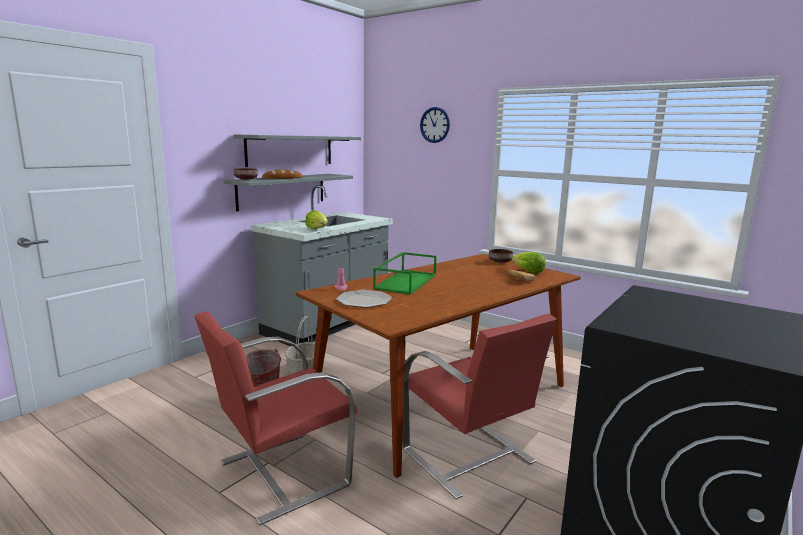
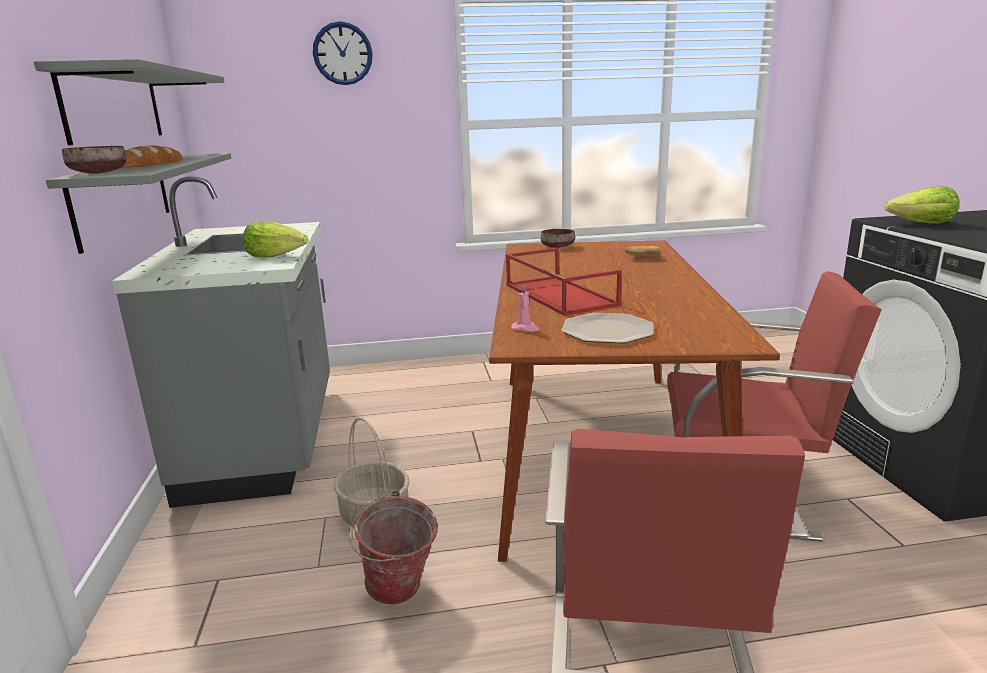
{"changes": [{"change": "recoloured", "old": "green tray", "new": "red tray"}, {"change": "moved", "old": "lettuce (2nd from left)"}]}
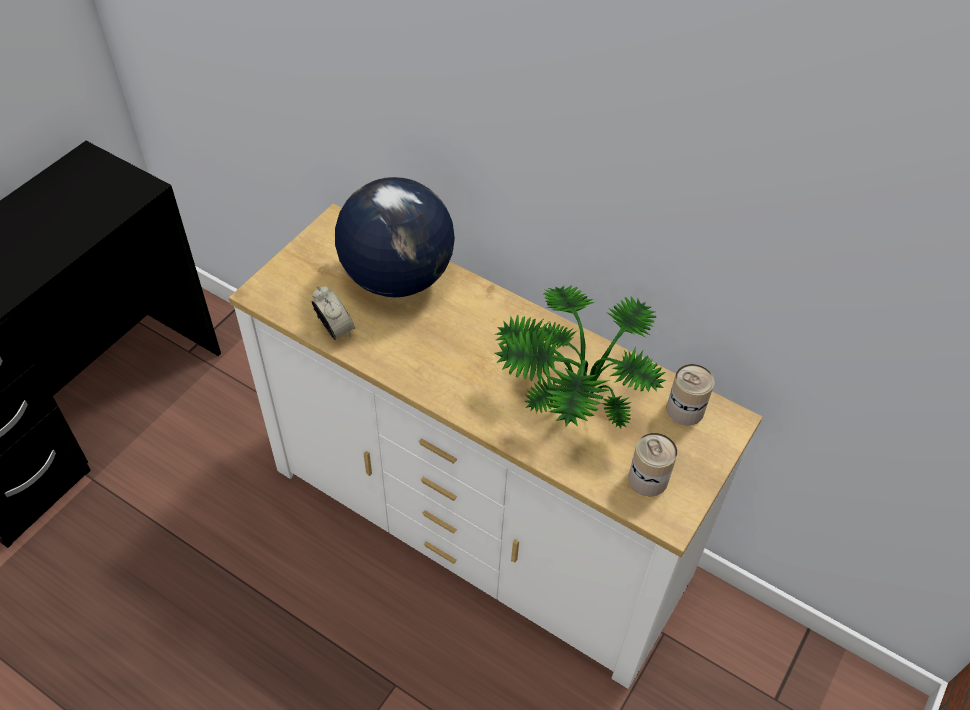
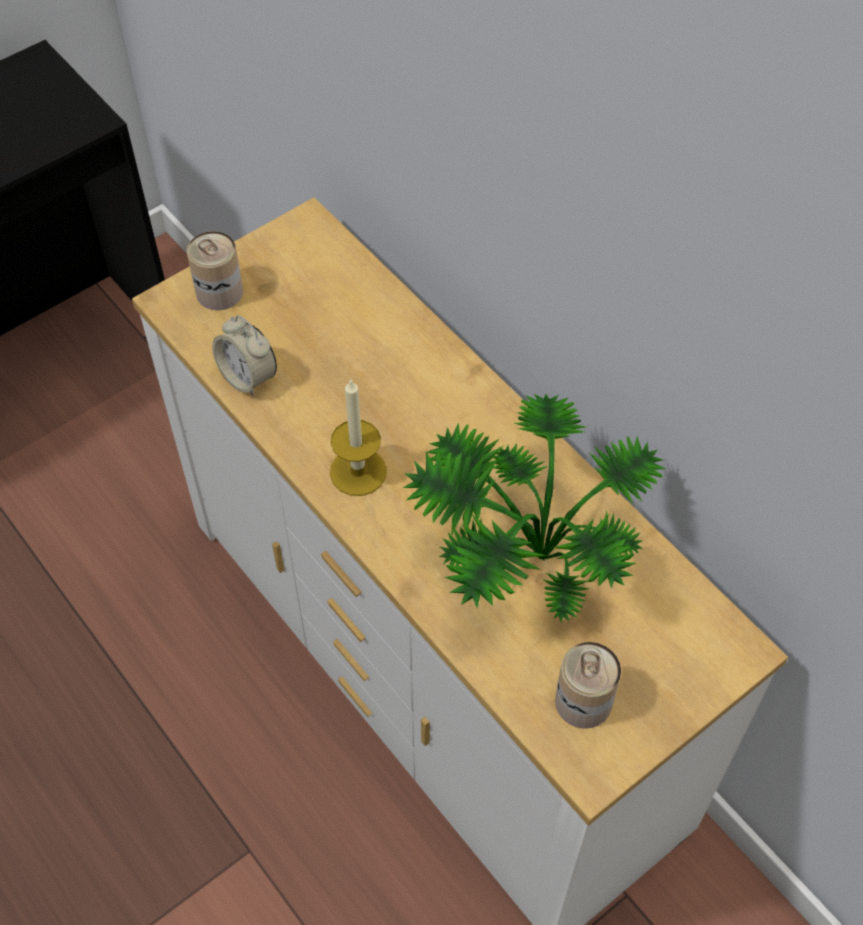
{"changes": [{"change": "turned", "old": "alarm clock", "degrees": 150}, {"change": "removed", "old": "globe"}, {"change": "moved", "old": "can (2nd from left in the first image)", "new": "can (1st from left)"}, {"change": "added", "new": "candle"}]}
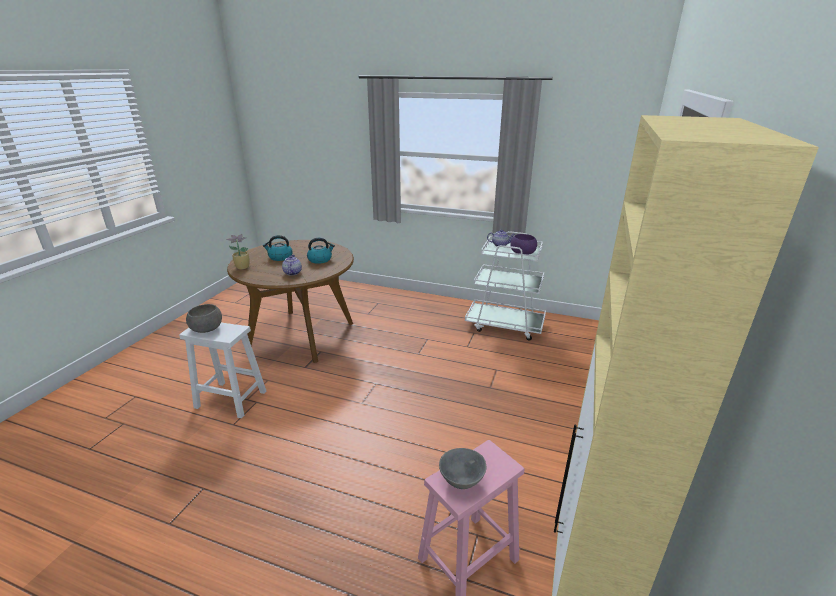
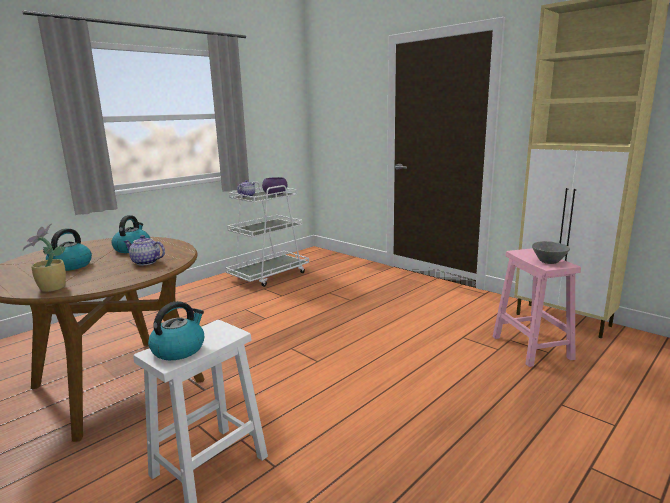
{"changes": [{"change": "replaced", "old": "grey bowl (1st from left)", "new": "kettle (3rd from left)"}]}
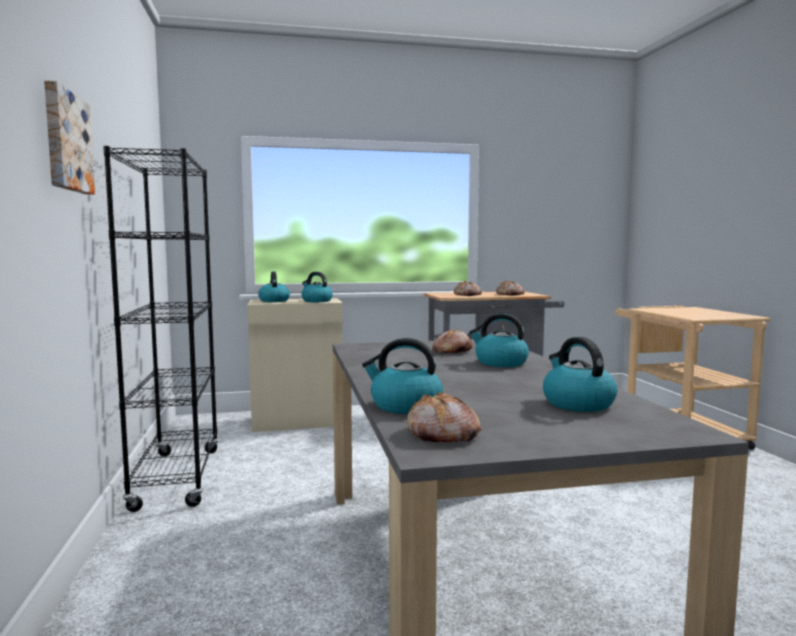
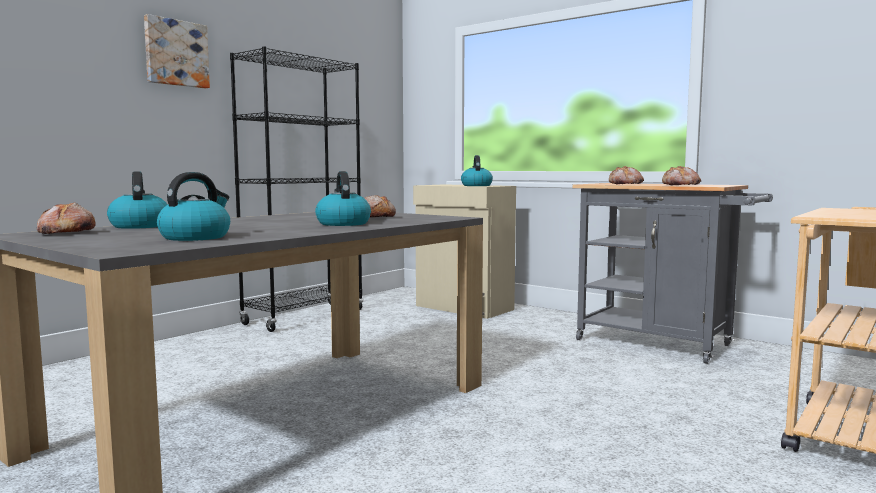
{"changes": [{"change": "removed", "old": "kettle (1st from left)"}]}
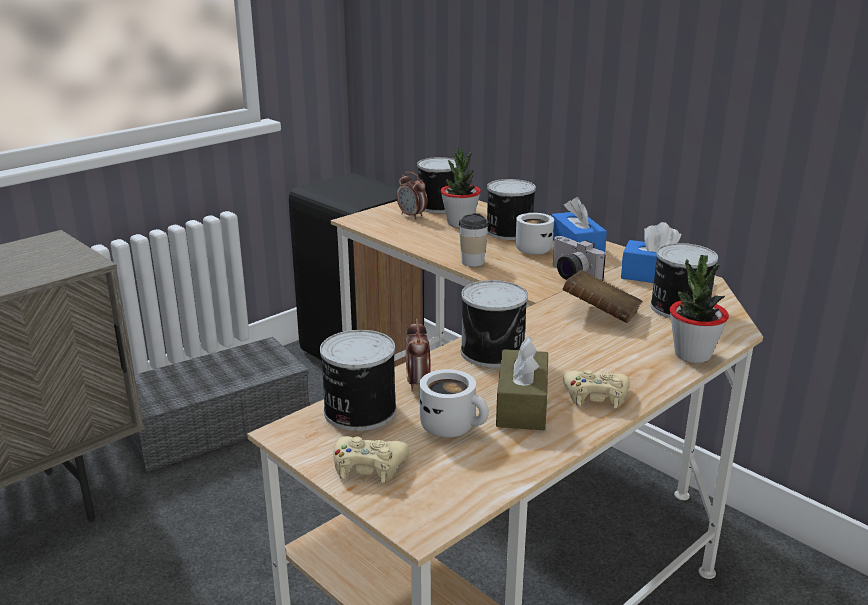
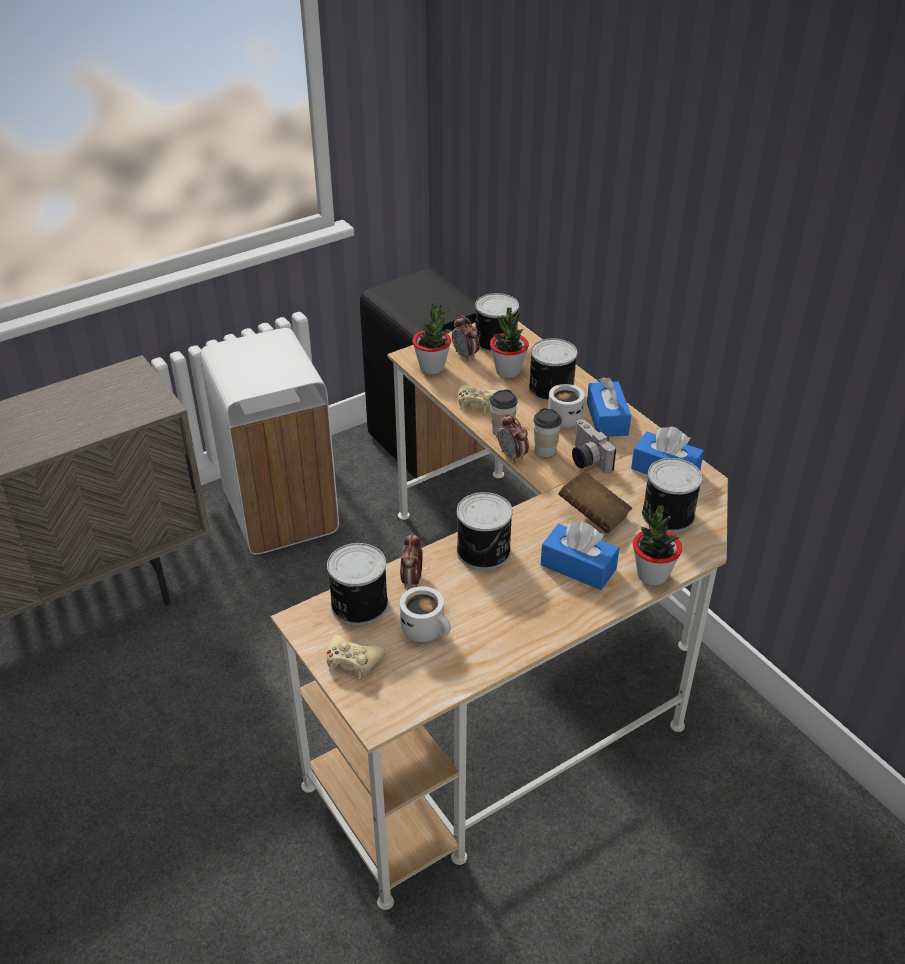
{"changes": [{"change": "replaced", "old": "grey storage box", "new": "white trash can"}, {"change": "removed", "old": "brown tissue box"}, {"change": "moved", "old": "beige game controller (2nd from left)"}, {"change": "added", "new": "potted plant (1st from left)"}, {"change": "added", "new": "alarm clock (3rd from left)"}, {"change": "added", "new": "cup (2nd from left)"}, {"change": "added", "new": "blue tissue box (1st from left)"}]}
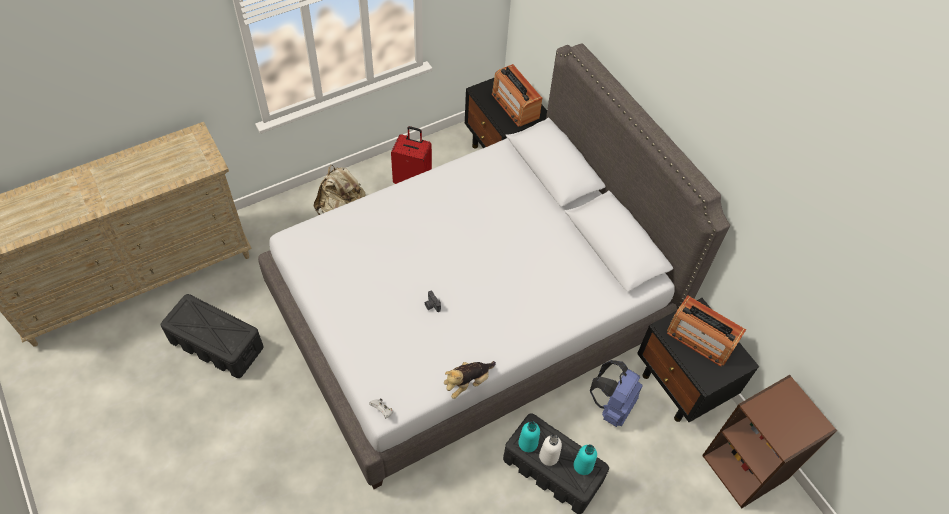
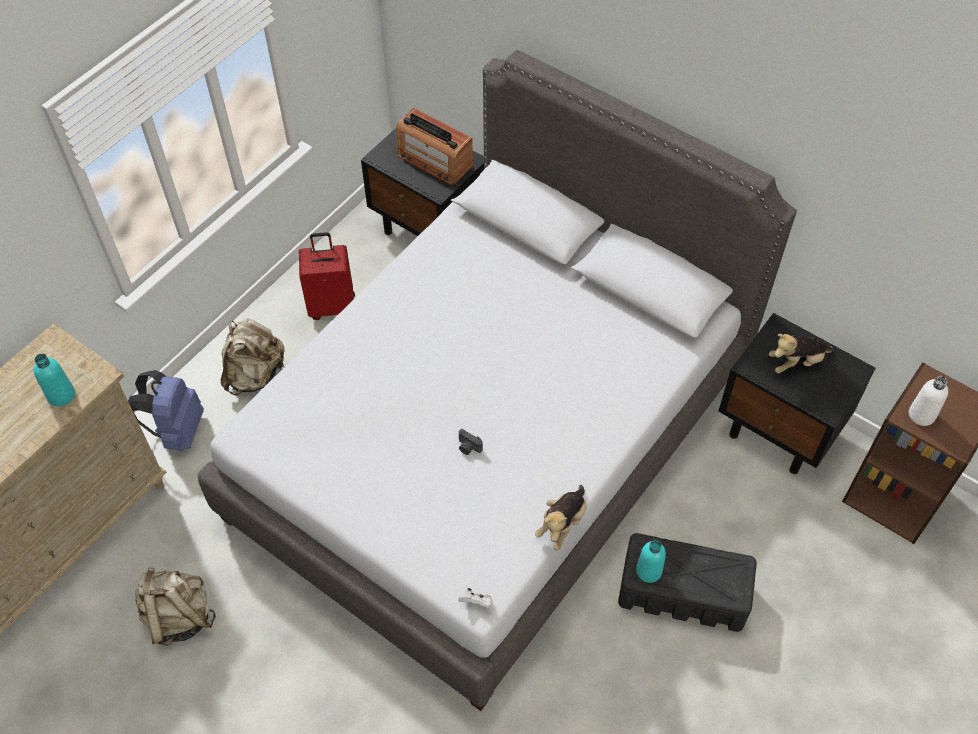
{"changes": [{"change": "replaced", "old": "black storage box (1st from left)", "new": "beige backpack (1st from left)"}, {"change": "moved", "old": "white bottle"}, {"change": "moved", "old": "turquoise bottle (2nd from left in the first image)", "new": "turquoise bottle (1st from left)"}, {"change": "moved", "old": "blue backpack"}, {"change": "replaced", "old": "radio (2nd from left)", "new": "plush toy (2nd from left)"}]}
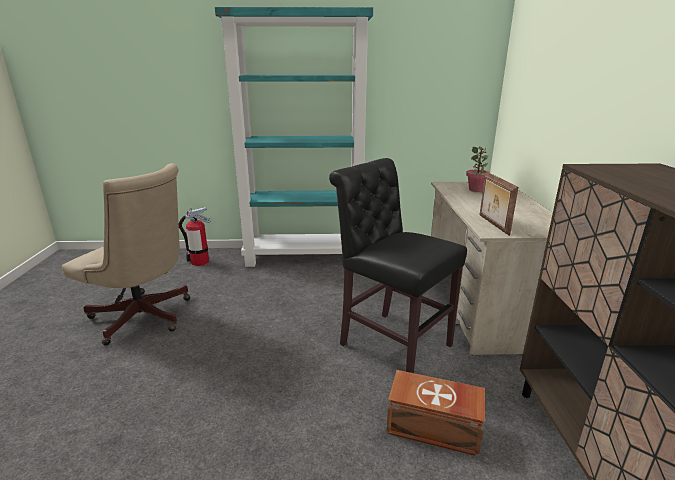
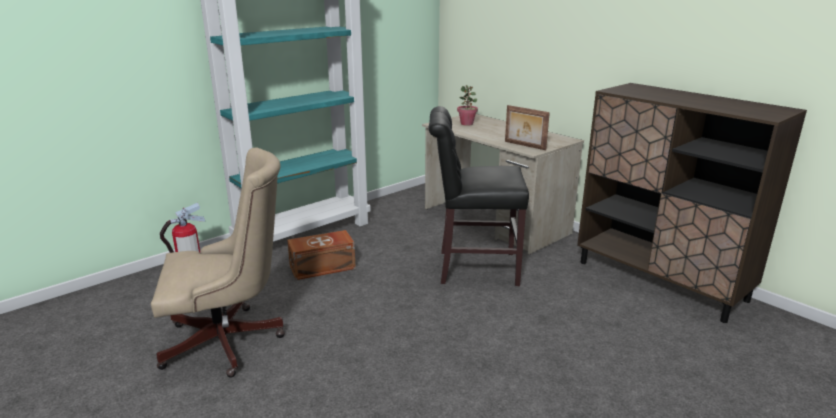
{"changes": [{"change": "moved", "old": "brown storage box"}]}
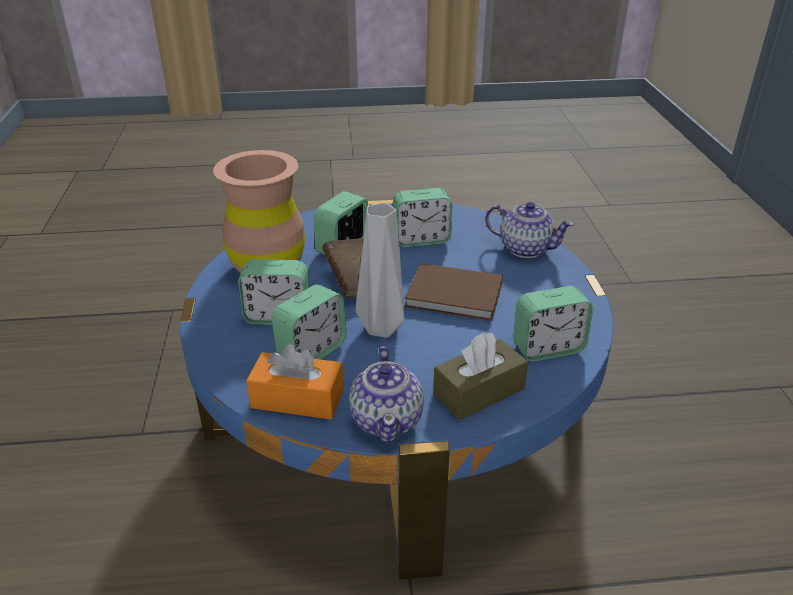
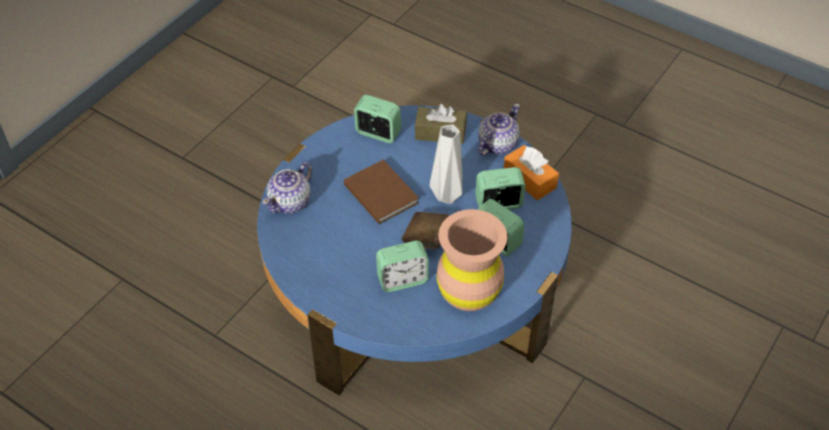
{"changes": [{"change": "removed", "old": "alarm clock (4th from left)"}, {"change": "turned", "old": "teapot (2nd from left in the first image)", "degrees": -120}]}
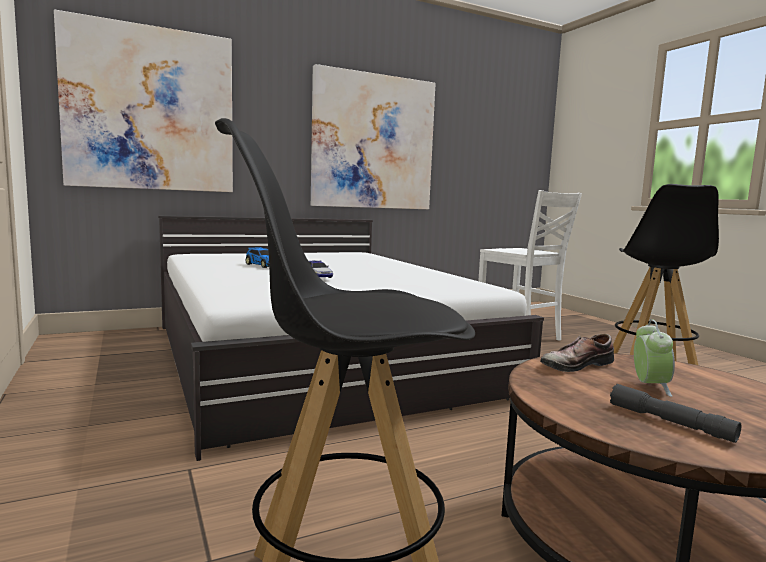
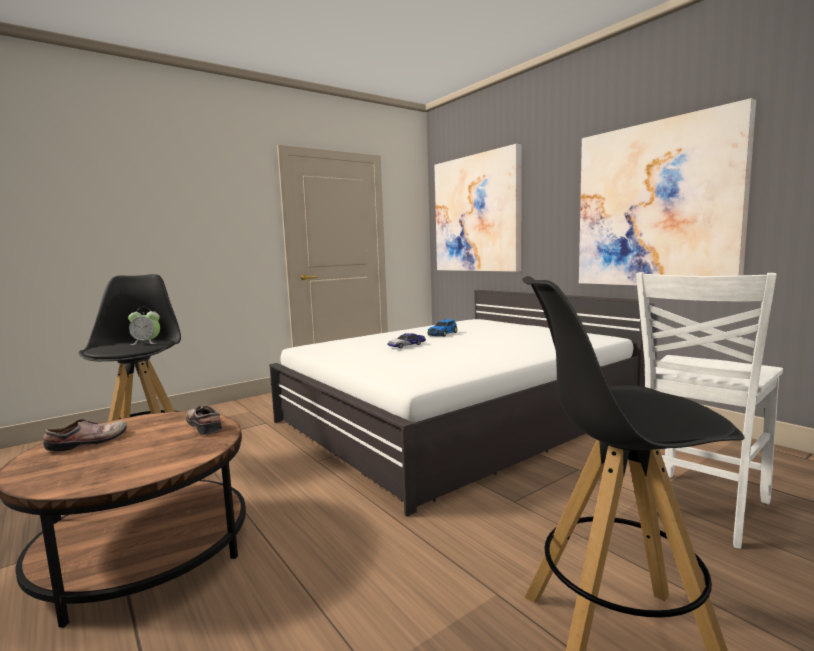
{"changes": [{"change": "replaced", "old": "grey flashlight", "new": "shoe (1st from left)"}, {"change": "moved", "old": "alarm clock"}]}
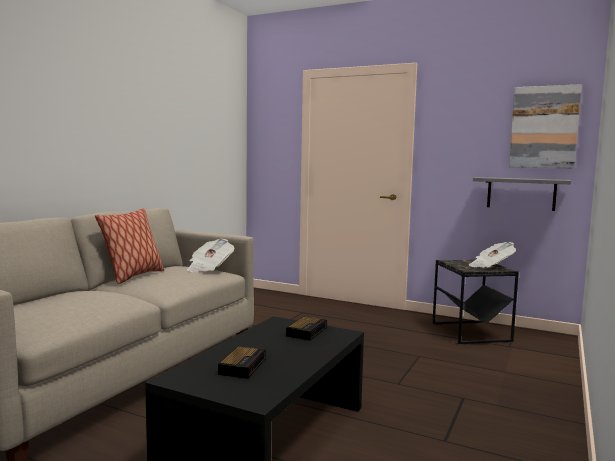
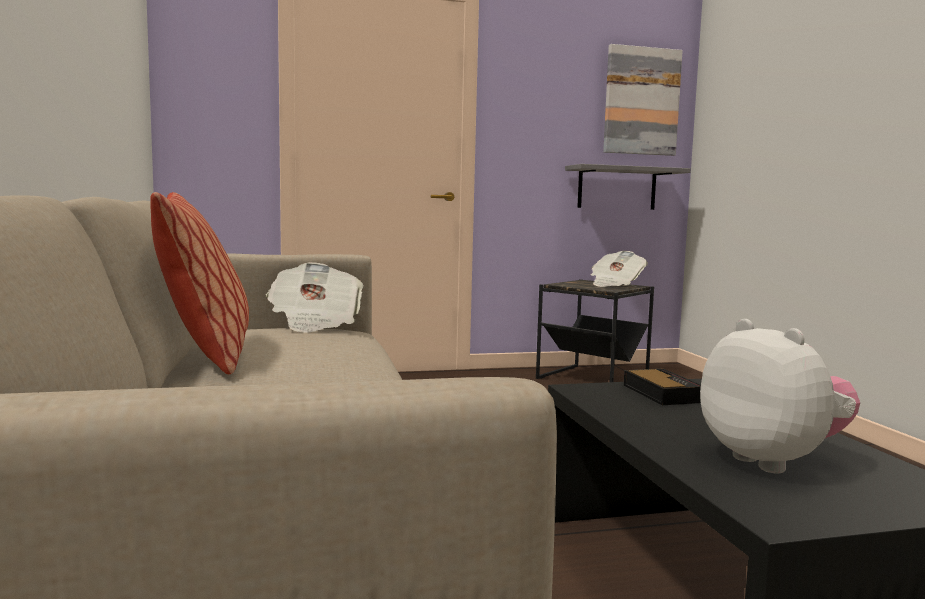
{"changes": [{"change": "replaced", "old": "alarm clock (1st from left)", "new": "plush toy"}]}
